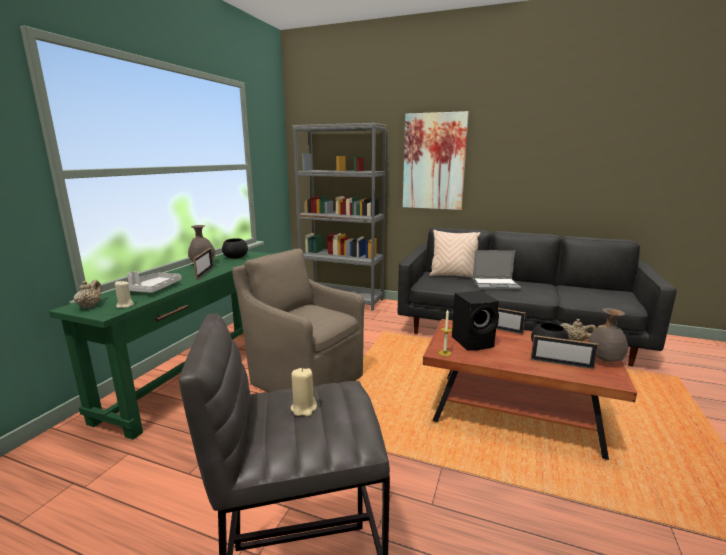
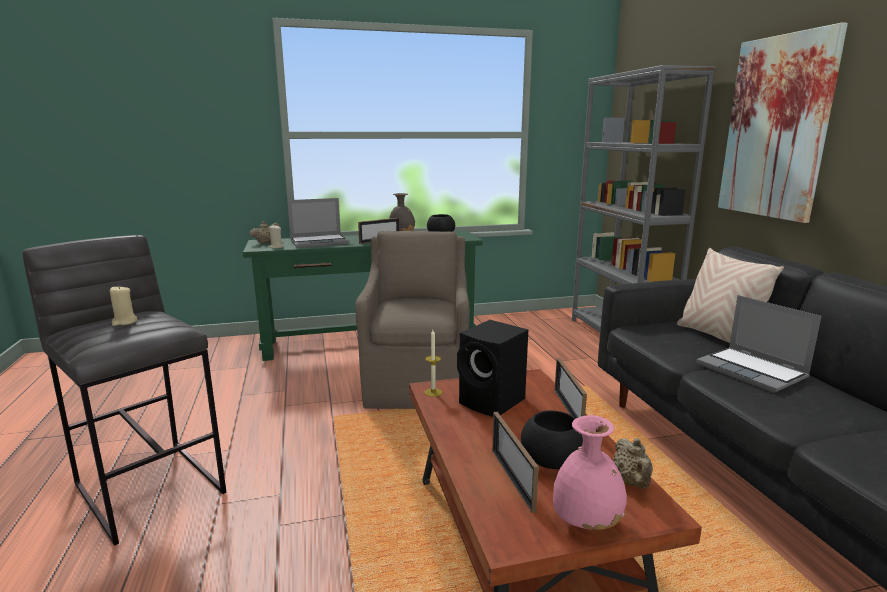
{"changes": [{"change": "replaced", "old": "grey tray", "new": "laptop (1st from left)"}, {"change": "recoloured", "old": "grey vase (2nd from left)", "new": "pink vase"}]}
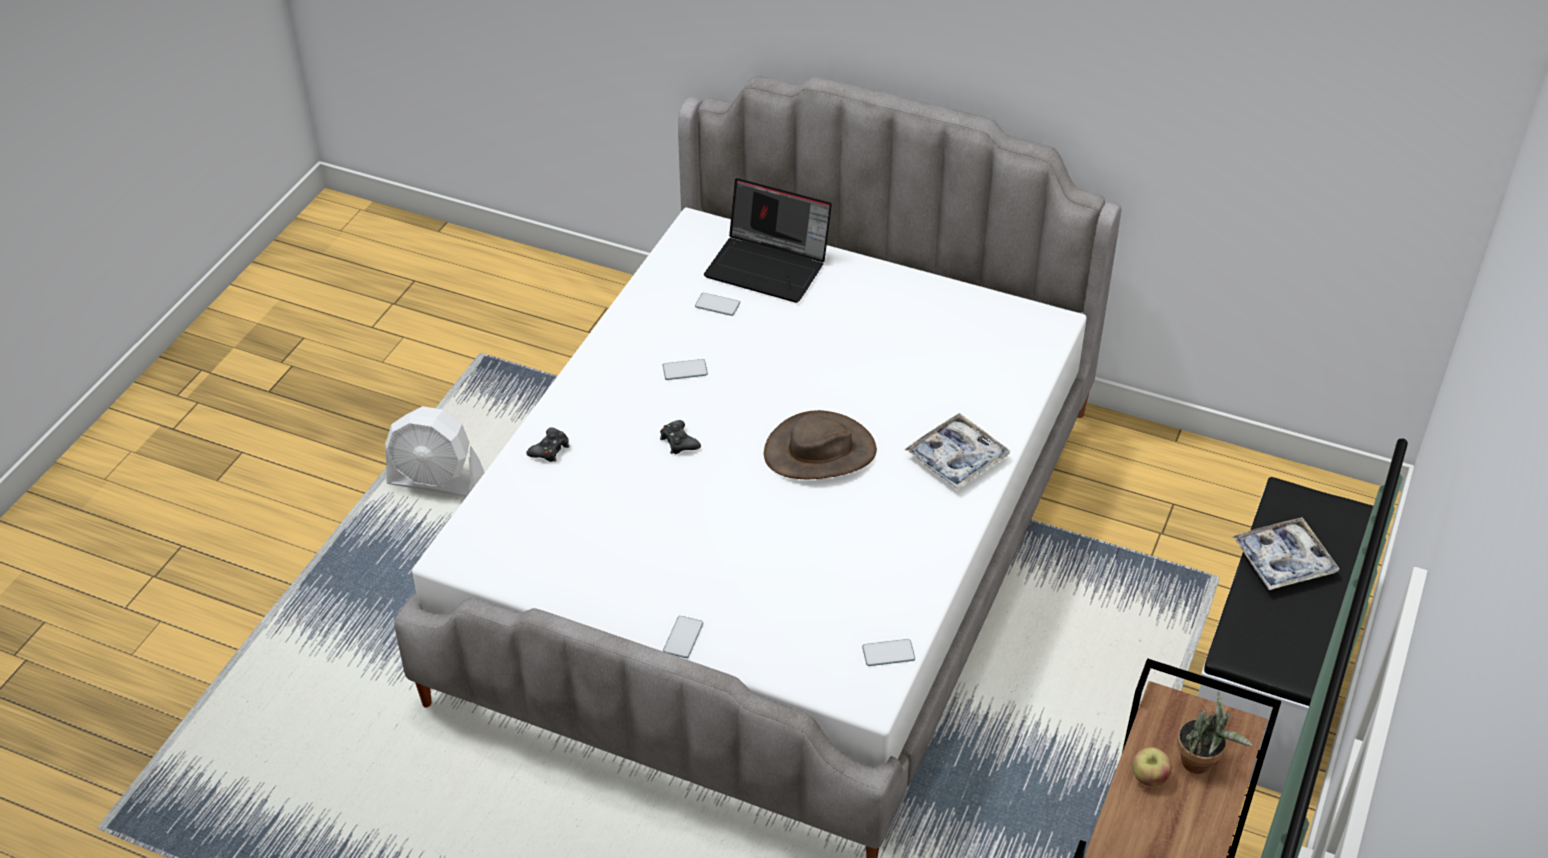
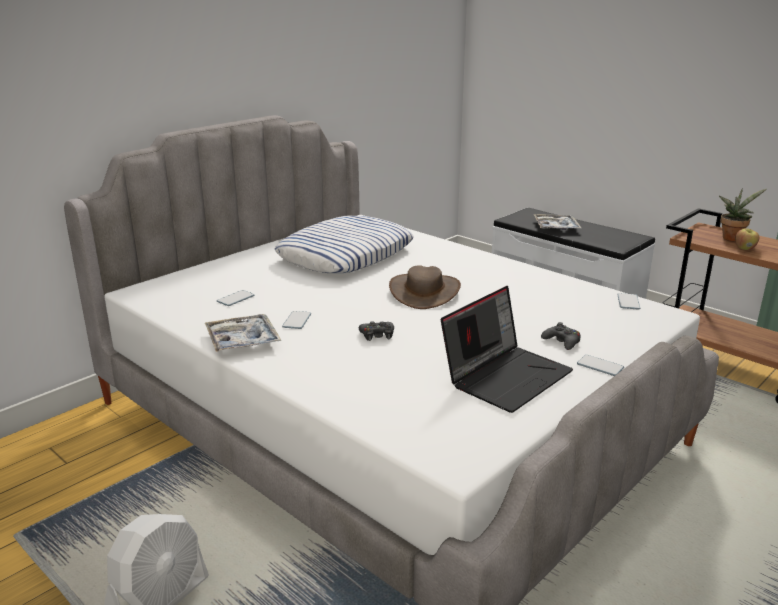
{"changes": [{"change": "moved", "old": "black game controller (1st from left in the first image)", "new": "black game controller (2nd from left)"}, {"change": "moved", "old": "laptop"}, {"change": "moved", "old": "tray (1st from left)"}, {"change": "added", "new": "pillow"}]}
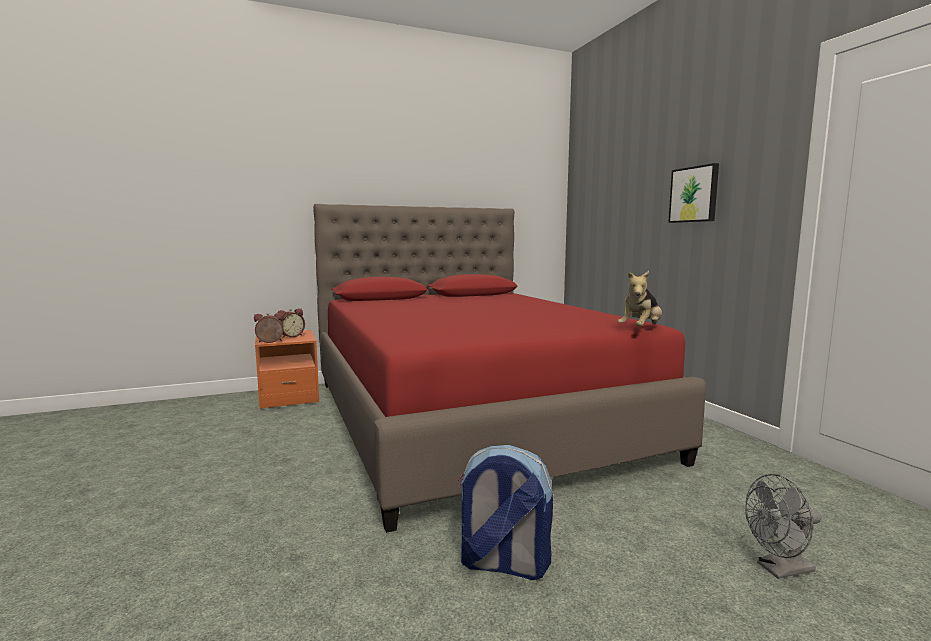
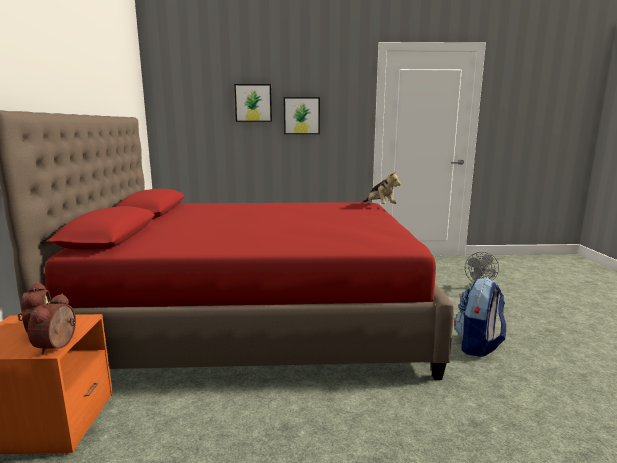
{"changes": [{"change": "added", "new": "picture (1st from left)"}]}
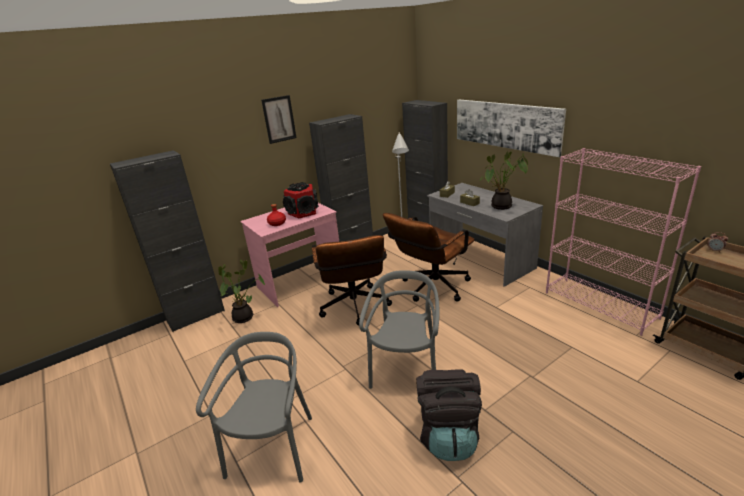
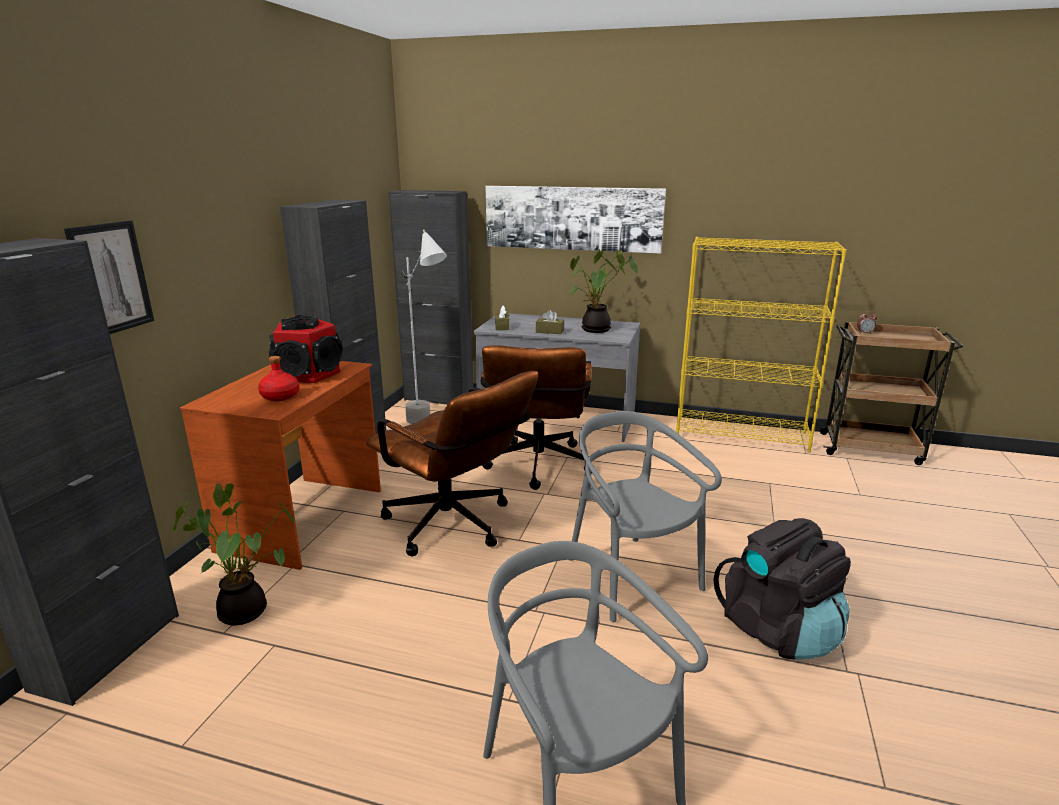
{"changes": [{"change": "recoloured", "old": "pink desk", "new": "brown desk"}, {"change": "moved", "old": "picture (1st from left)"}, {"change": "recoloured", "old": "pink bookcase", "new": "yellow bookcase"}]}
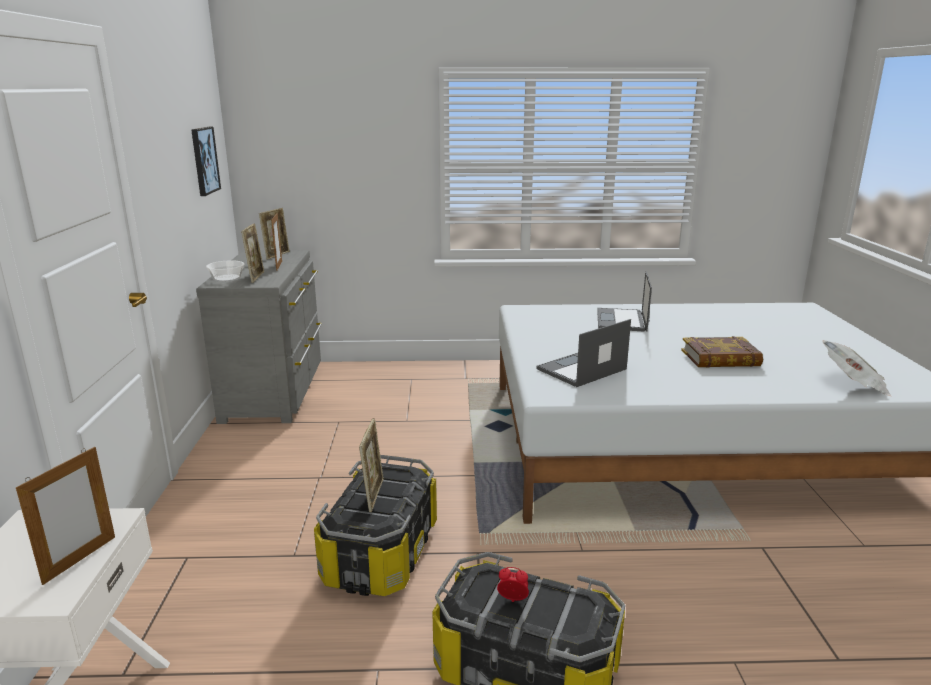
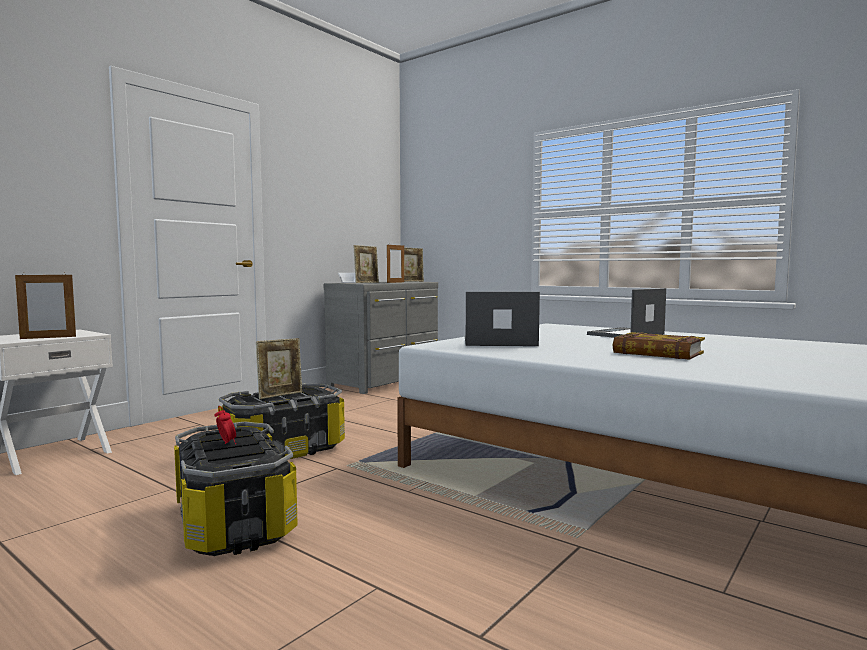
{"changes": [{"change": "removed", "old": "picture"}, {"change": "removed", "old": "newspaper"}]}
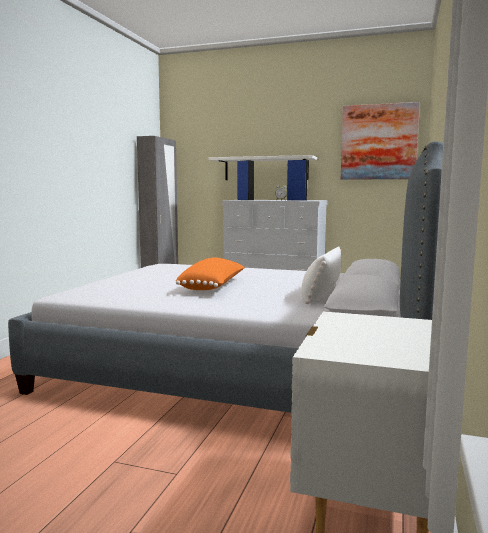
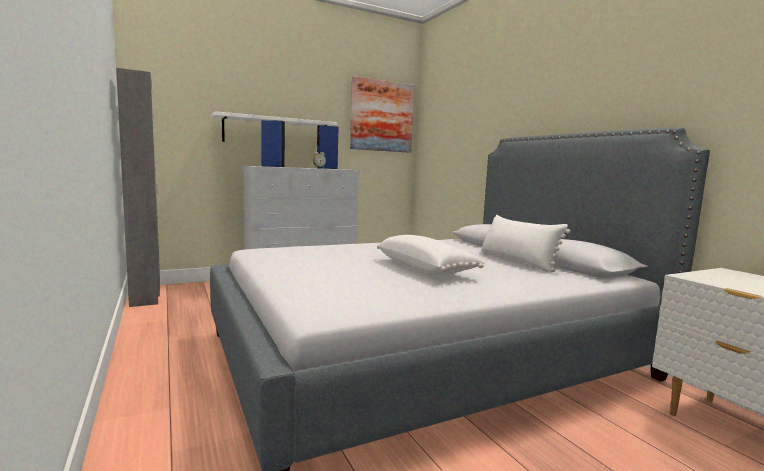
{"changes": [{"change": "recoloured", "old": "orange pillow", "new": "white pillow (1st from left)"}]}
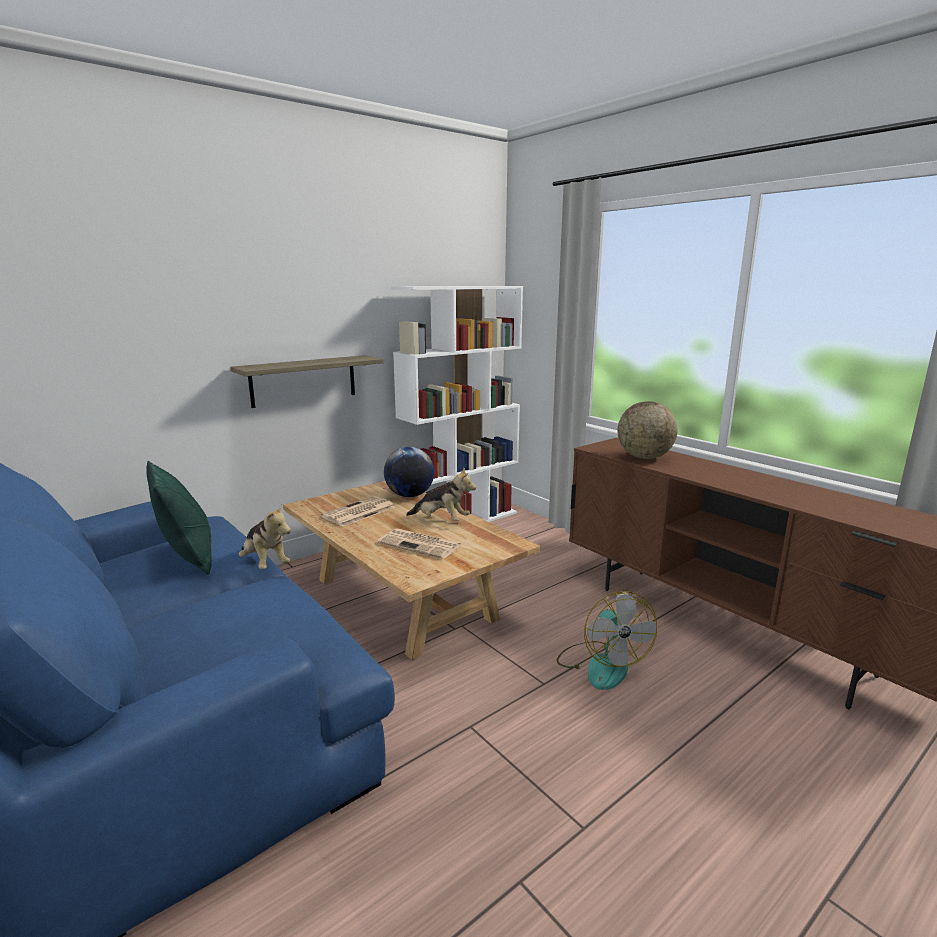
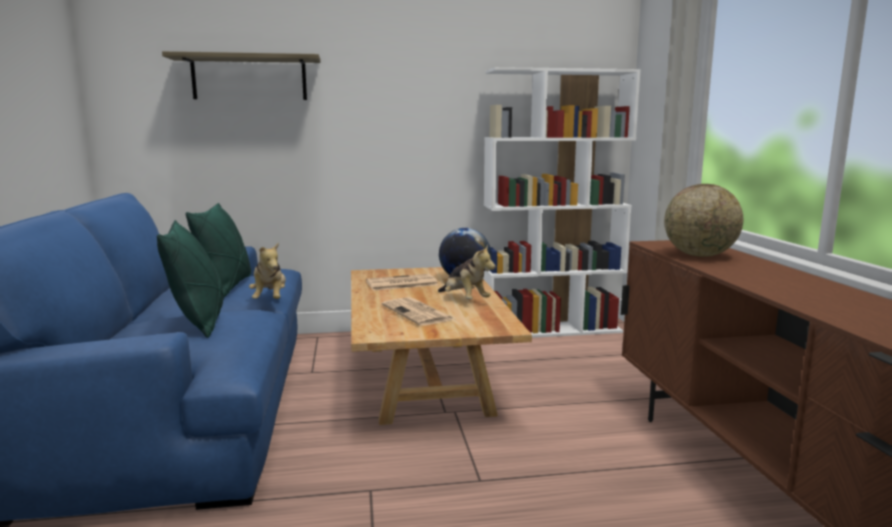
{"changes": [{"change": "moved", "old": "shelf"}, {"change": "removed", "old": "fan"}, {"change": "added", "new": "green pillow (1st from left)"}]}
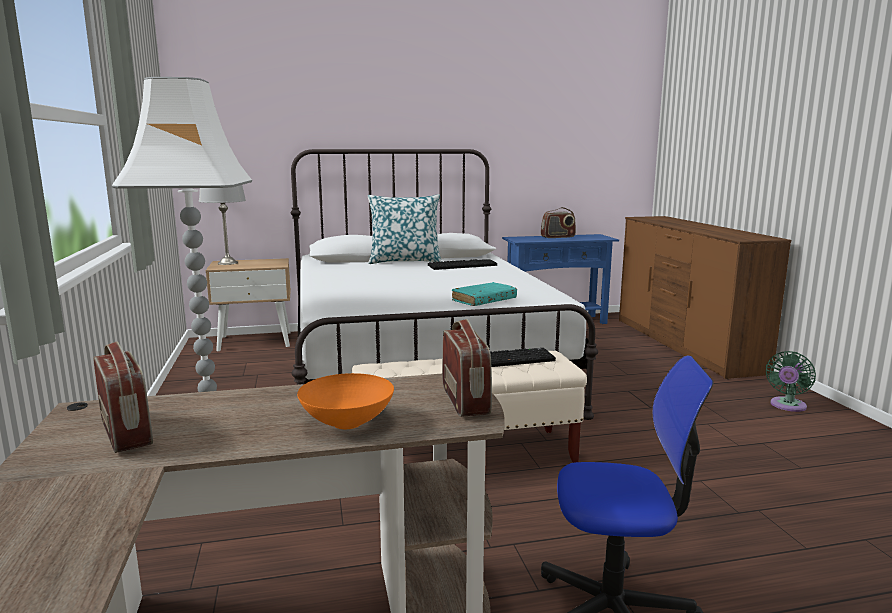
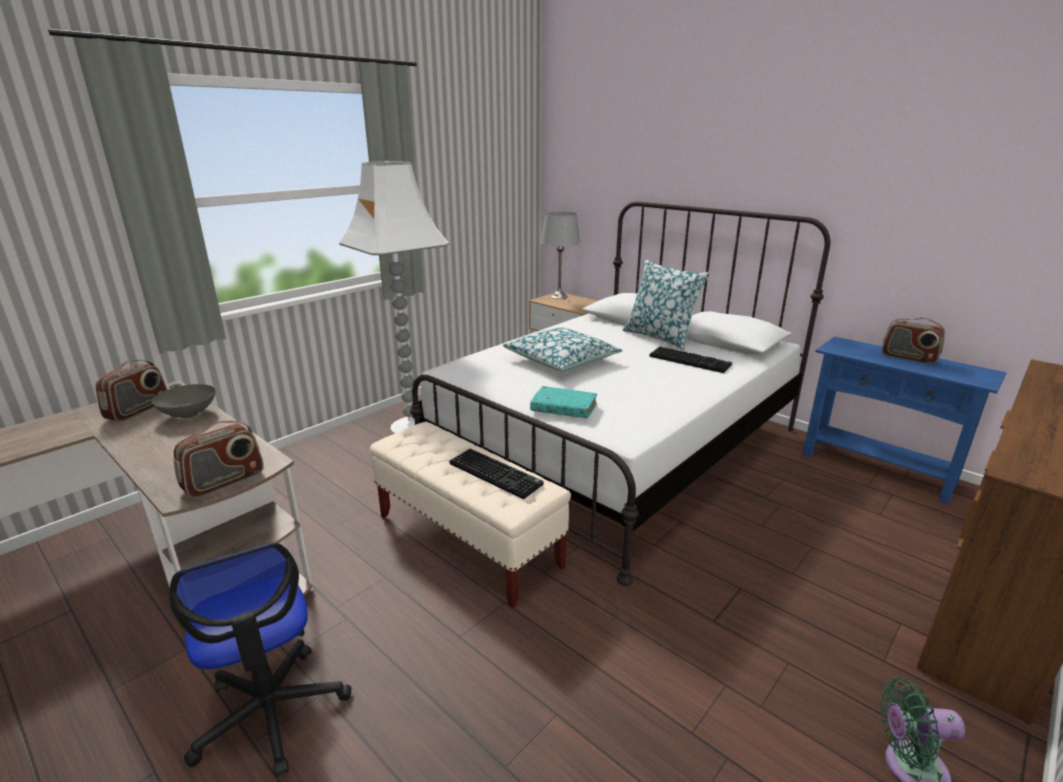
{"changes": [{"change": "removed", "old": "orange bowl"}, {"change": "added", "new": "grey bowl"}, {"change": "added", "new": "pillow (1st from left)"}]}
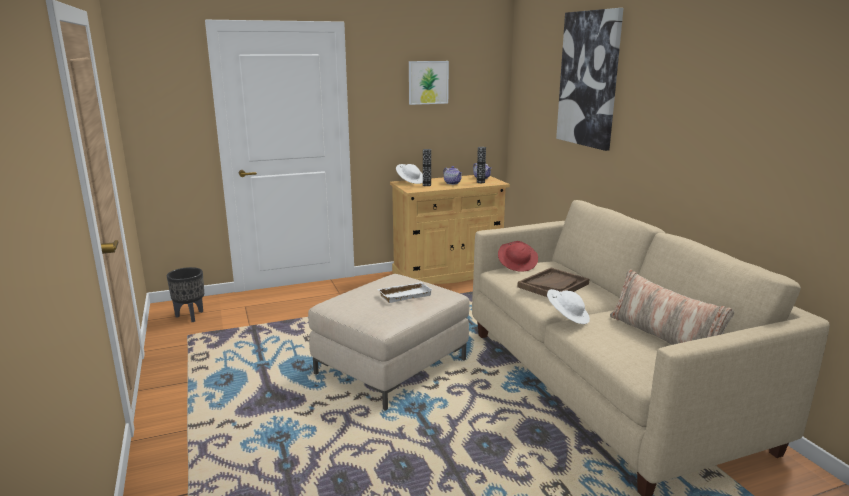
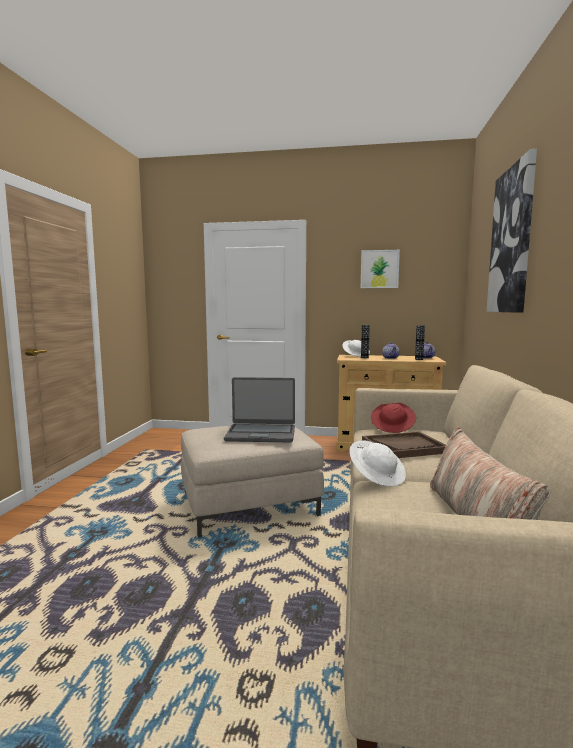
{"changes": [{"change": "removed", "old": "black planter"}, {"change": "replaced", "old": "white tray", "new": "laptop"}]}
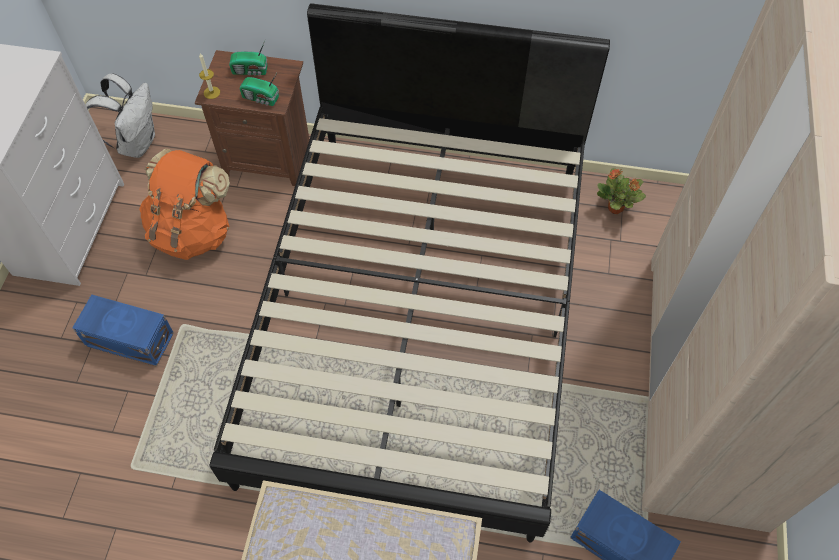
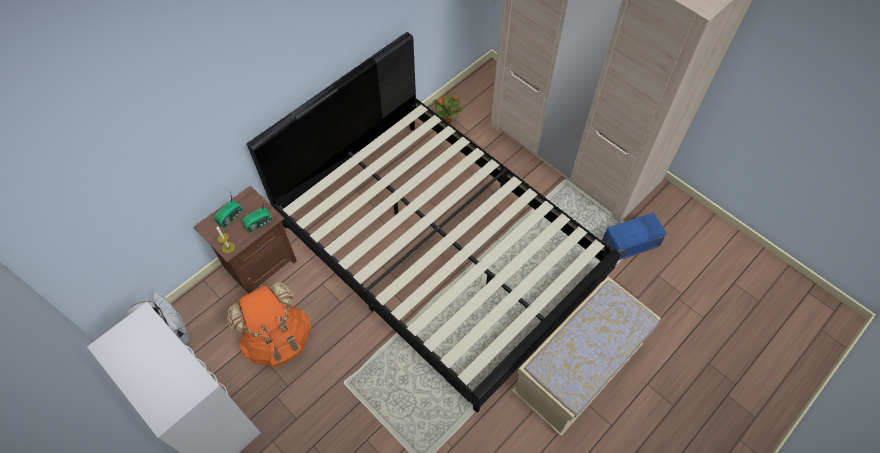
{"changes": [{"change": "removed", "old": "blue storage box (1st from left)"}]}
